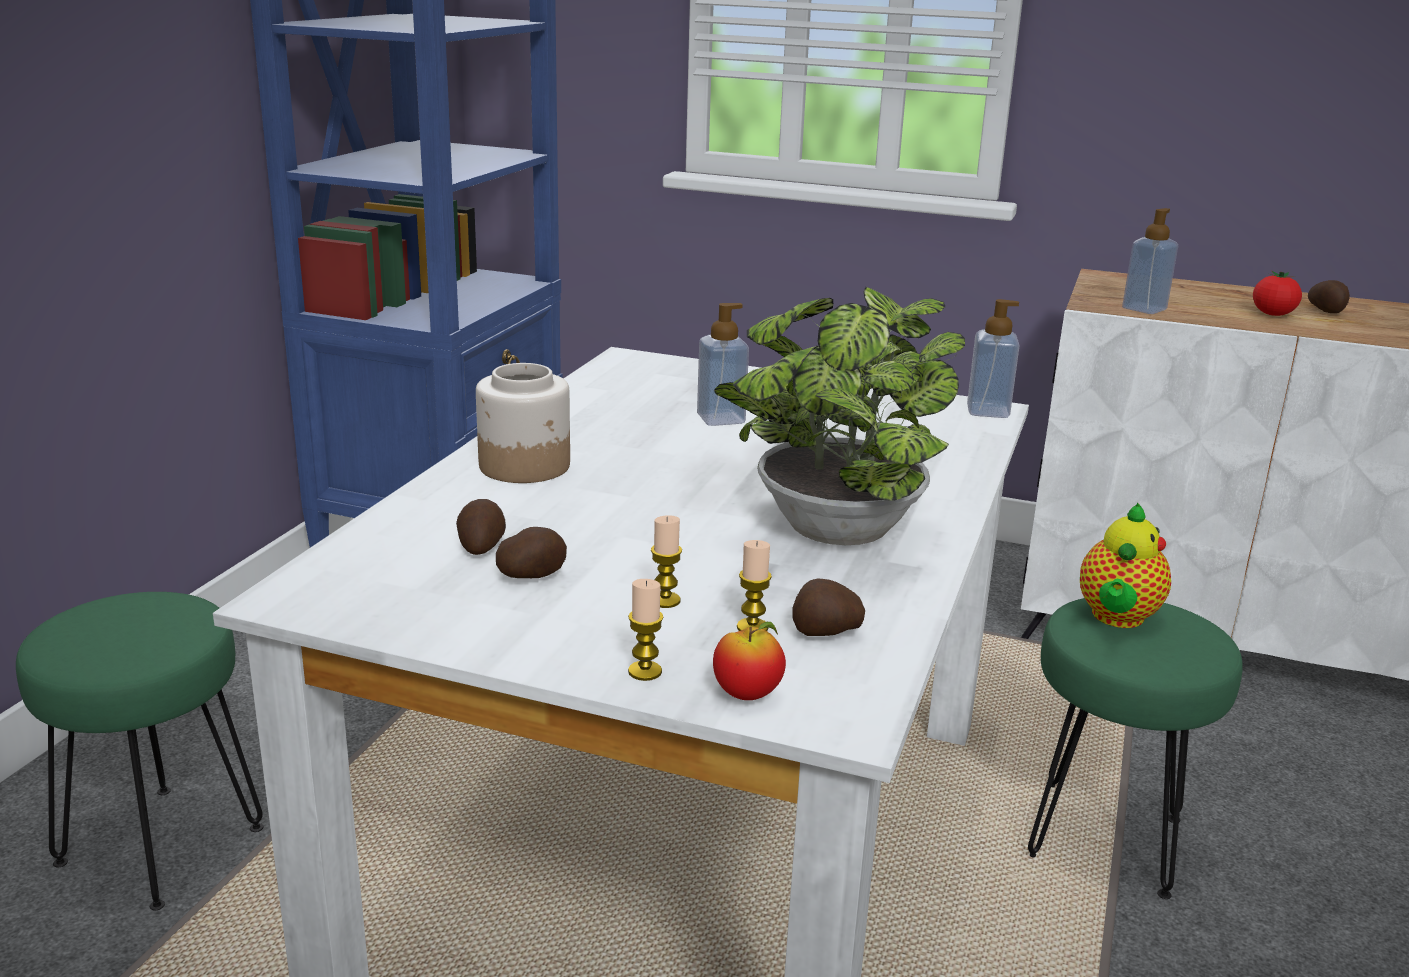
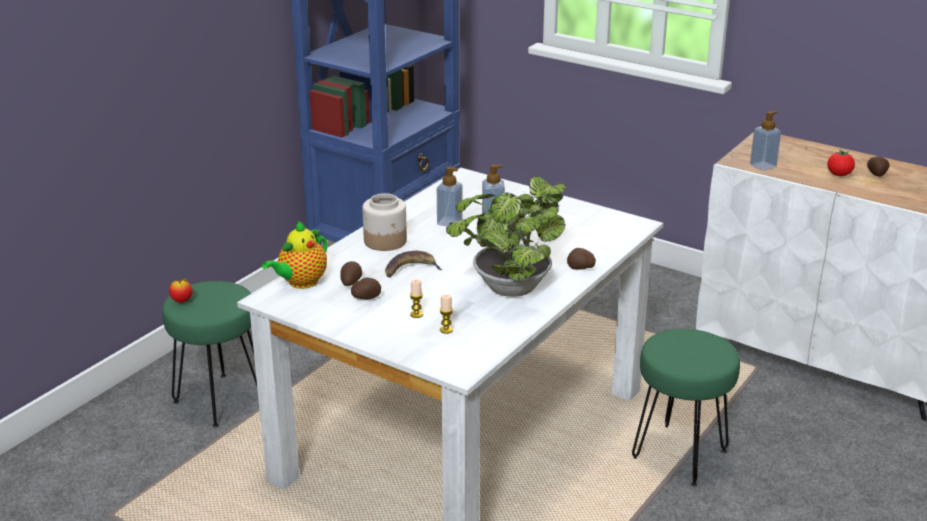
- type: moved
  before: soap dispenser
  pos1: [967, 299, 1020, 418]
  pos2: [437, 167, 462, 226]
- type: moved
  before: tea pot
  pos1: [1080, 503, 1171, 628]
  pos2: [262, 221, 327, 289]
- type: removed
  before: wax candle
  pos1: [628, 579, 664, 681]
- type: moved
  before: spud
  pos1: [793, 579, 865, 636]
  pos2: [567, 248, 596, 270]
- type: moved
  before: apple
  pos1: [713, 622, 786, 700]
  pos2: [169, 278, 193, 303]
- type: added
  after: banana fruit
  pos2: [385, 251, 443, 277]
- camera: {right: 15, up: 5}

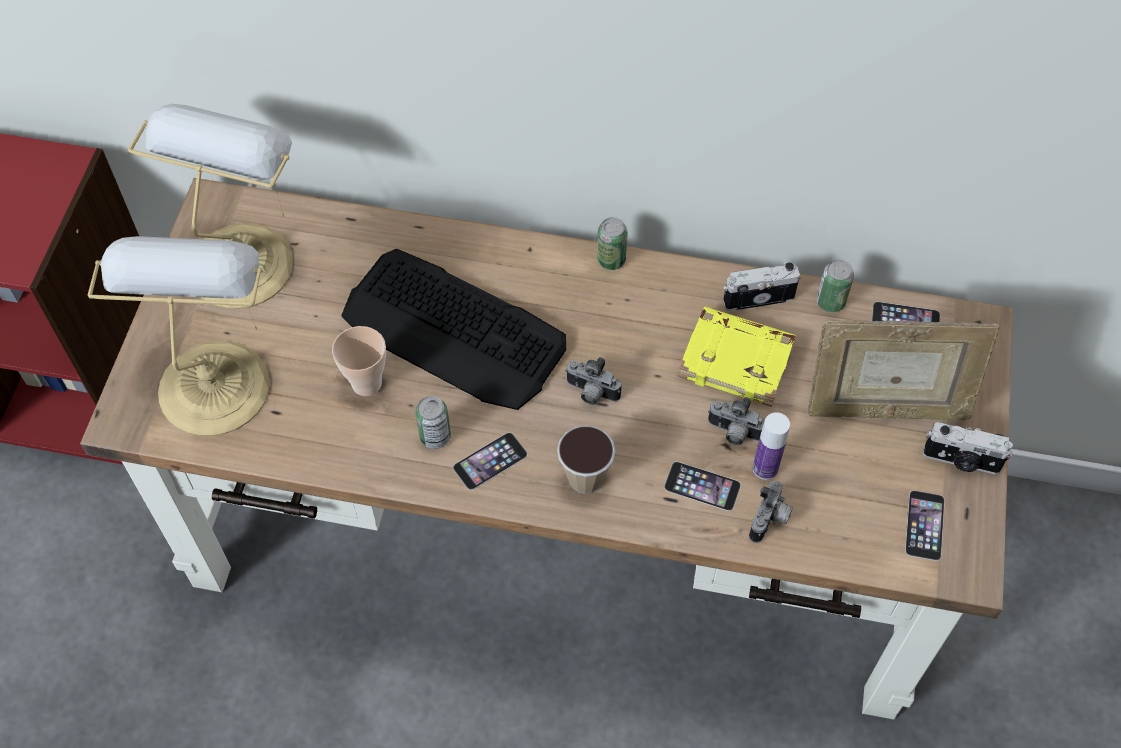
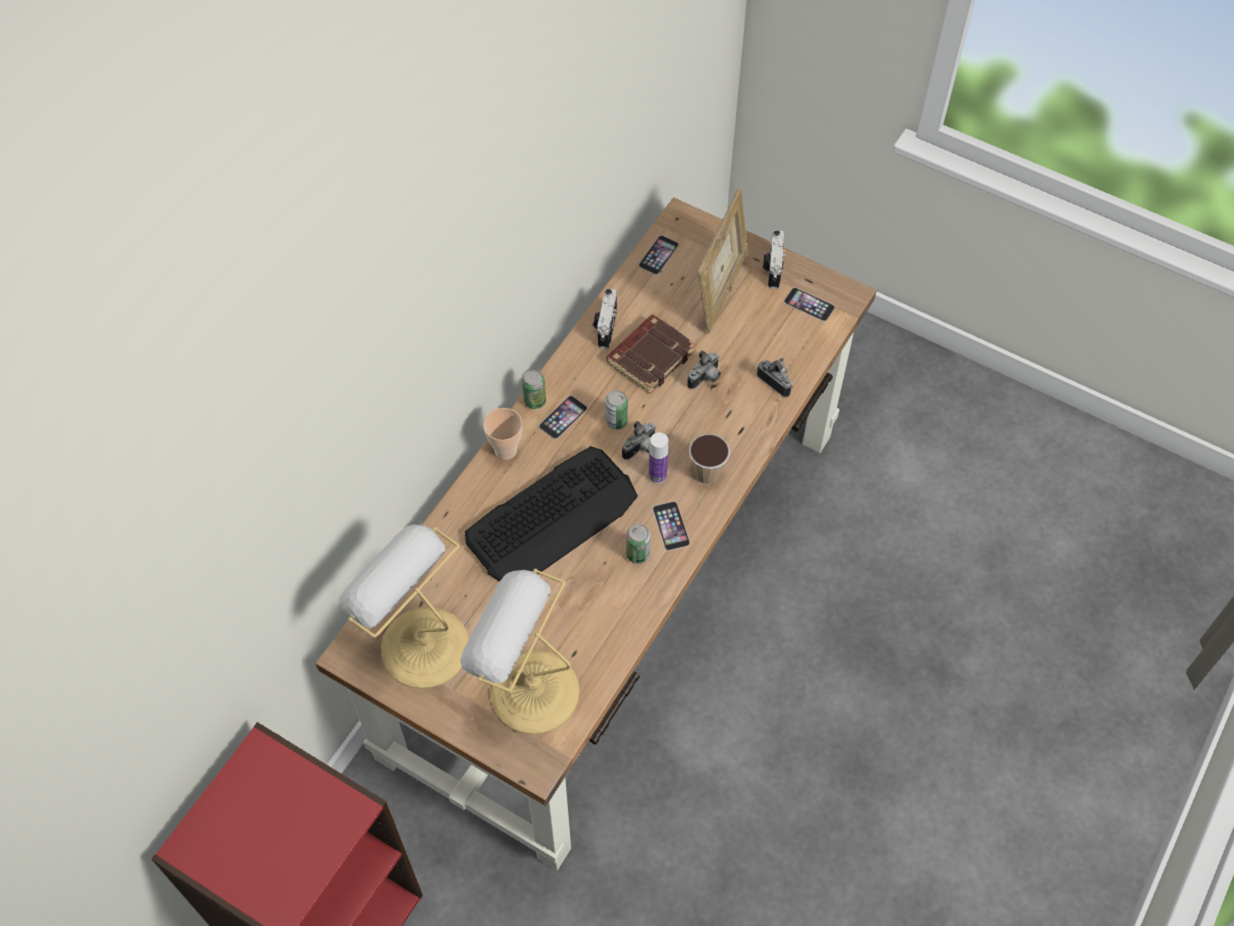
- type: moved
  before: can
  pos1: [817, 259, 854, 312]
  pos2: [605, 390, 628, 430]
- type: recoloured
  before: bound book (yellow-coloured)
  after: bound book (brownish)
  pos1: [678, 307, 796, 407]
  pos2: [606, 315, 696, 394]
- type: moved
  before: drinking cup
  pos1: [332, 326, 386, 396]
  pos2: [483, 408, 523, 460]
- type: moved
  before: beverage bottle
  pos1: [753, 412, 790, 480]
  pos2: [649, 432, 668, 483]
- type: turned
  before: still camera
  pos1: [923, 422, 1013, 475]
  pos2: [763, 230, 786, 289]
  turn: 150
- type: moved
  before: telephone
  pos1: [664, 462, 741, 511]
  pos2: [539, 396, 587, 439]
- camera: {right: -70, up: 0}

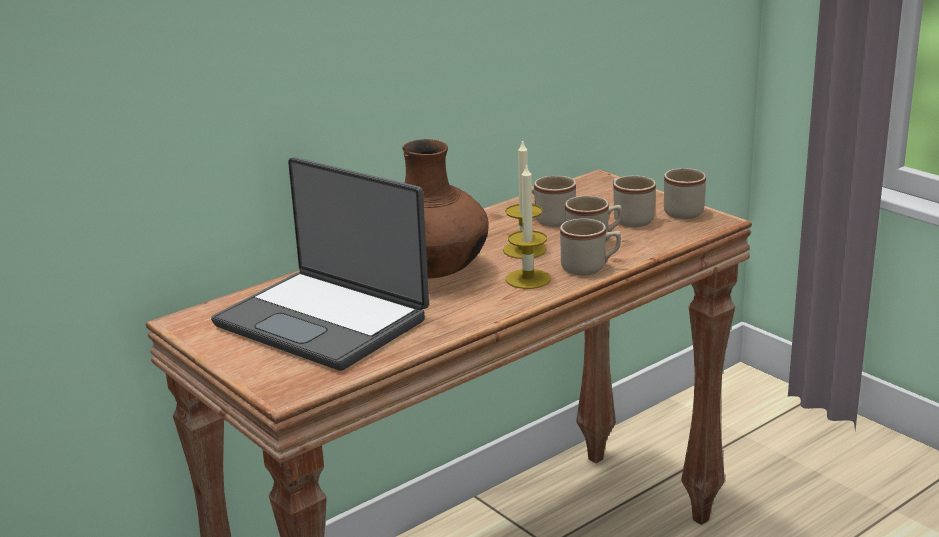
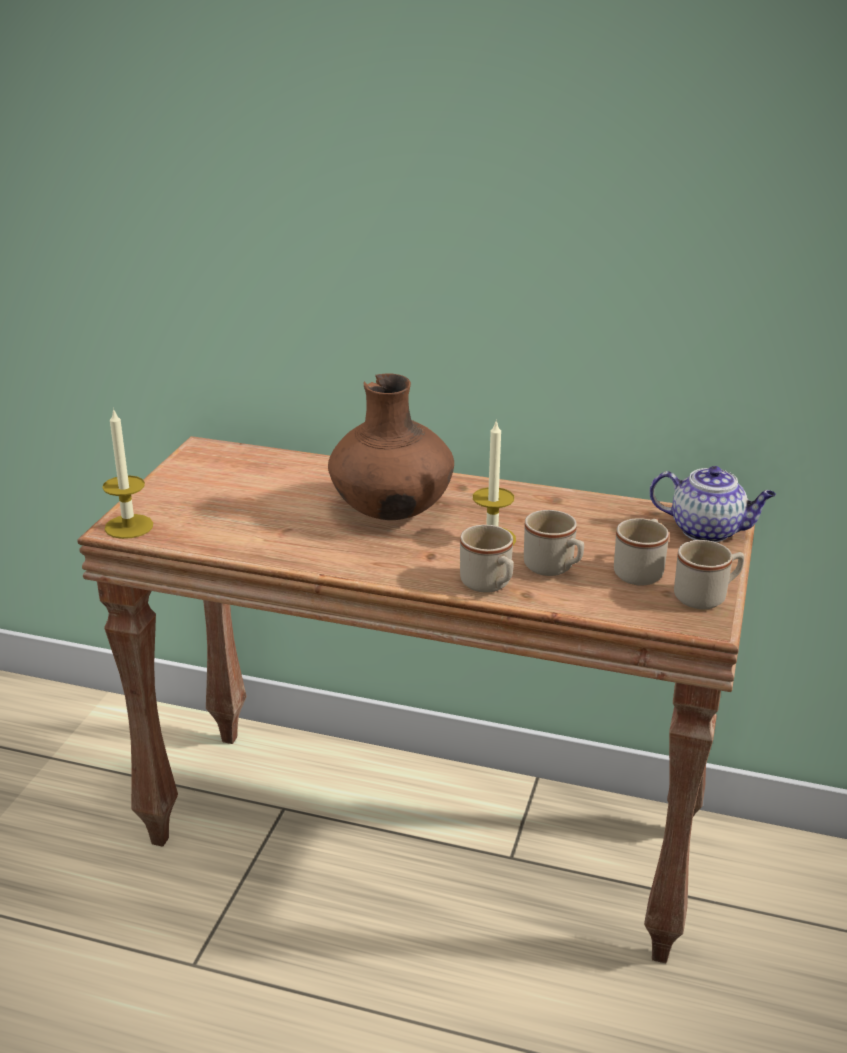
- type: removed
  before: notebook computer
  pos1: [211, 157, 429, 371]
- type: moved
  before: wax candle
  pos1: [506, 163, 551, 289]
  pos2: [102, 408, 153, 539]
- type: removed
  before: tea mug (beige-coloured)
  pos1: [532, 176, 576, 227]
- type: added
  after: tea pot
  pos2: [649, 466, 776, 542]
- camera: {right: 55, up: 5}

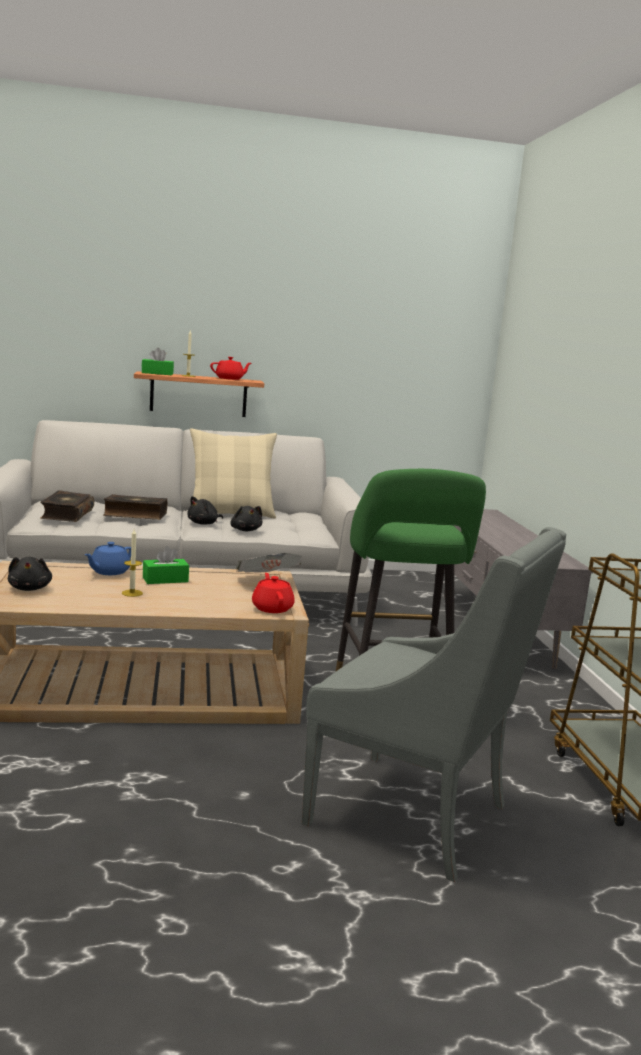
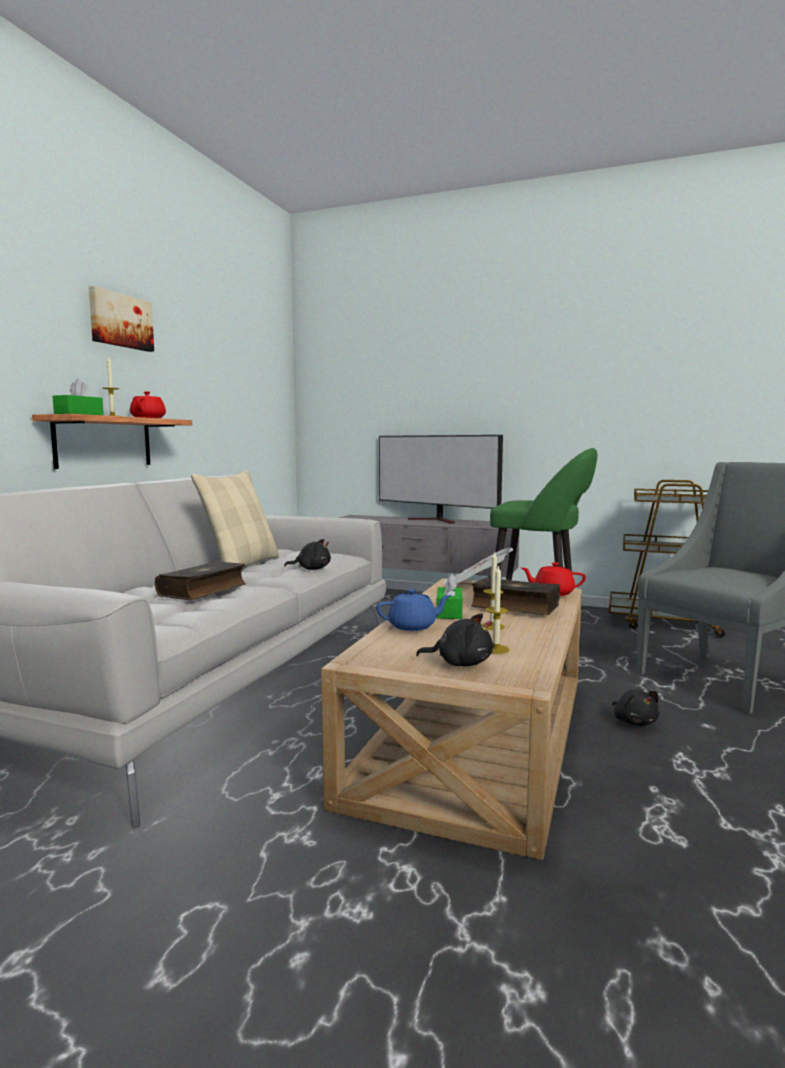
- type: moved
  before: bound book
  pos1: [40, 490, 94, 522]
  pos2: [471, 578, 560, 615]
- type: moved
  before: soft toy (black-coloured)
  pos1: [187, 496, 223, 525]
  pos2: [612, 690, 660, 726]
- type: turned
  before: tea pot (blue)
  pos1: [84, 542, 131, 575]
  pos2: [376, 589, 451, 631]
  turn: -75
- type: added
  after: picture
  pos2: [89, 286, 154, 352]
- type: added
  after: TV
  pos2: [379, 435, 503, 524]
- type: added
  after: wax candle
  pos2: [486, 566, 509, 654]
- camera: {right: -60, up: -5}

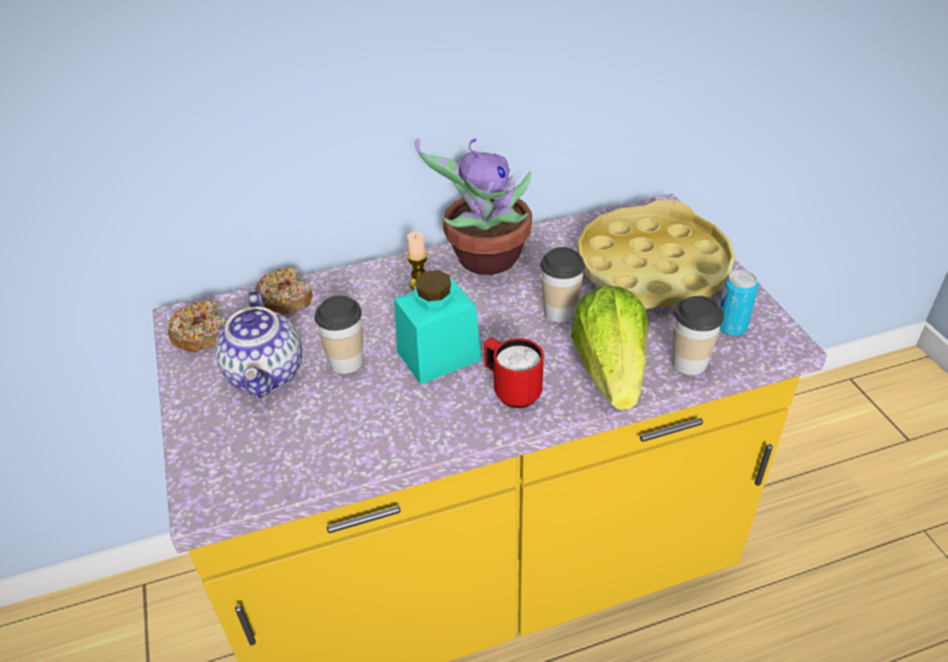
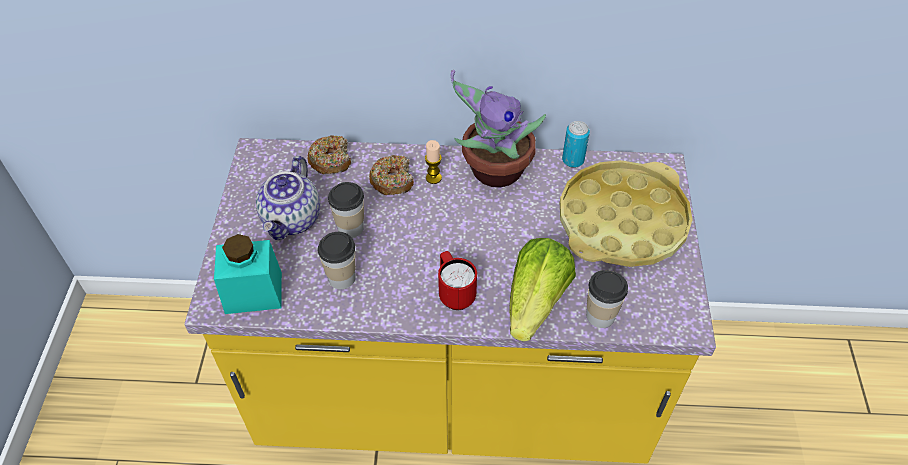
- type: moved
  before: drinking cup
  pos1: [540, 247, 585, 322]
  pos2: [318, 232, 356, 289]
- type: moved
  before: storage jar (blue-green)
  pos1: [394, 270, 481, 385]
  pos2: [214, 234, 282, 314]
- type: moved
  before: can
  pos1: [720, 270, 758, 336]
  pos2: [562, 121, 590, 168]
- type: moved
  before: donut
  pos1: [168, 300, 227, 352]
  pos2: [369, 155, 414, 195]
- camera: {right: 20, up: 10}

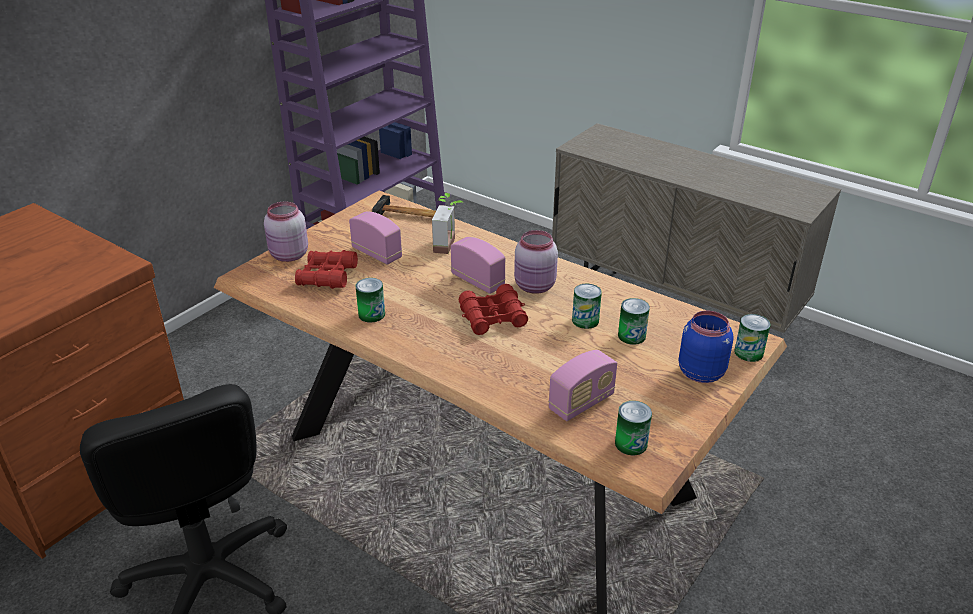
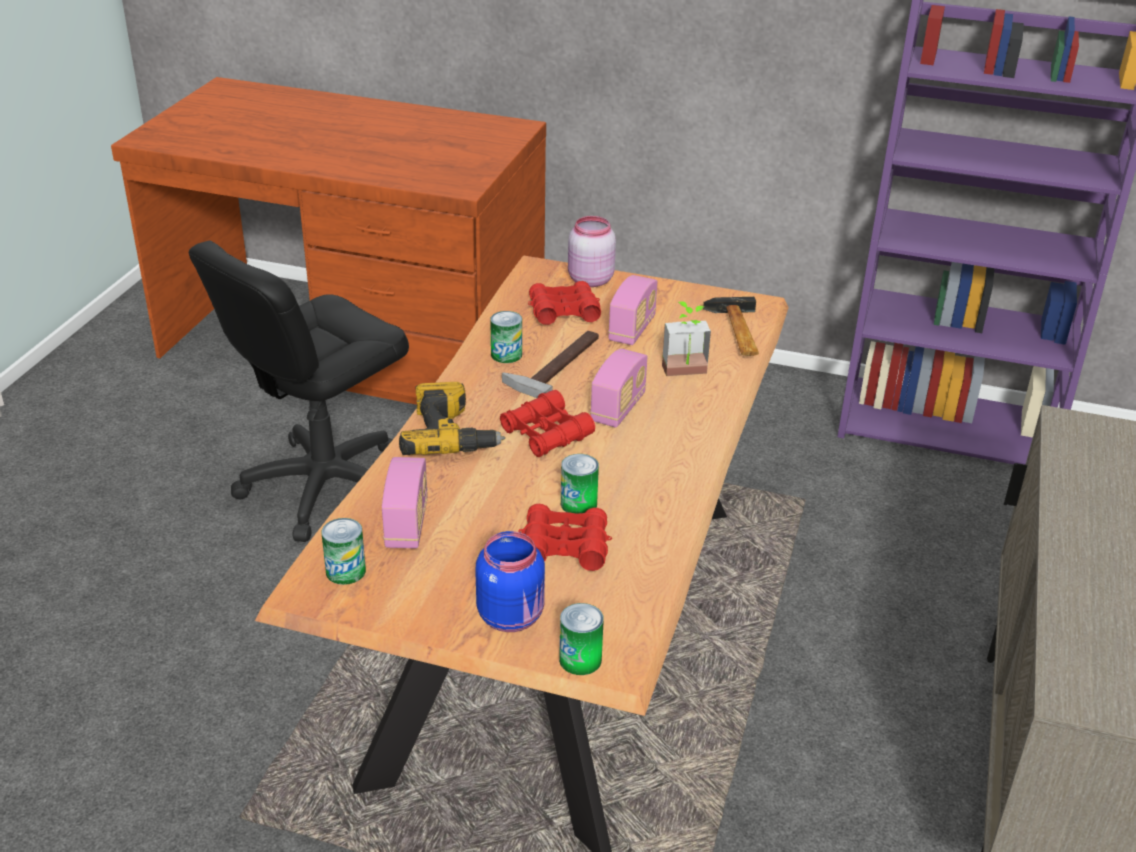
- type: removed
  before: storage jar (pinkish)
  pos1: [514, 230, 558, 294]
- type: replaced
  before: can
  after: pair of binoculars (red-coloured)
  pos1: [618, 298, 650, 345]
  pos2: [518, 504, 612, 571]
- type: turned
  before: radio receiver
  pos1: [548, 350, 617, 421]
  pos2: [382, 457, 428, 548]
  turn: -120
- type: added
  after: tool hammer
  pos2: [502, 331, 599, 398]
- type: added
  after: power drill
  pos2: [399, 382, 505, 455]
- camera: {right: 70, up: 0}

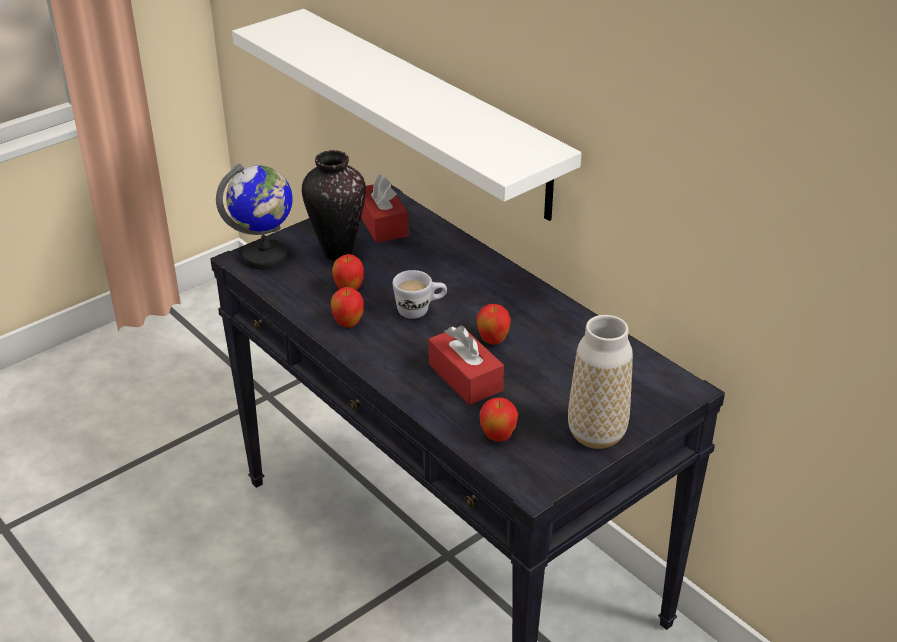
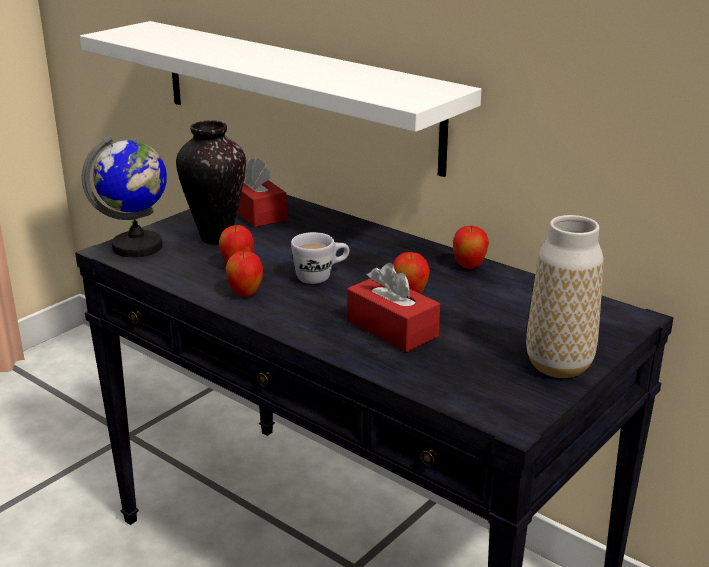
- type: moved
  before: apple
  pos1: [479, 397, 518, 442]
  pos2: [453, 225, 489, 269]
- camera: {right: -10, up: -10}

